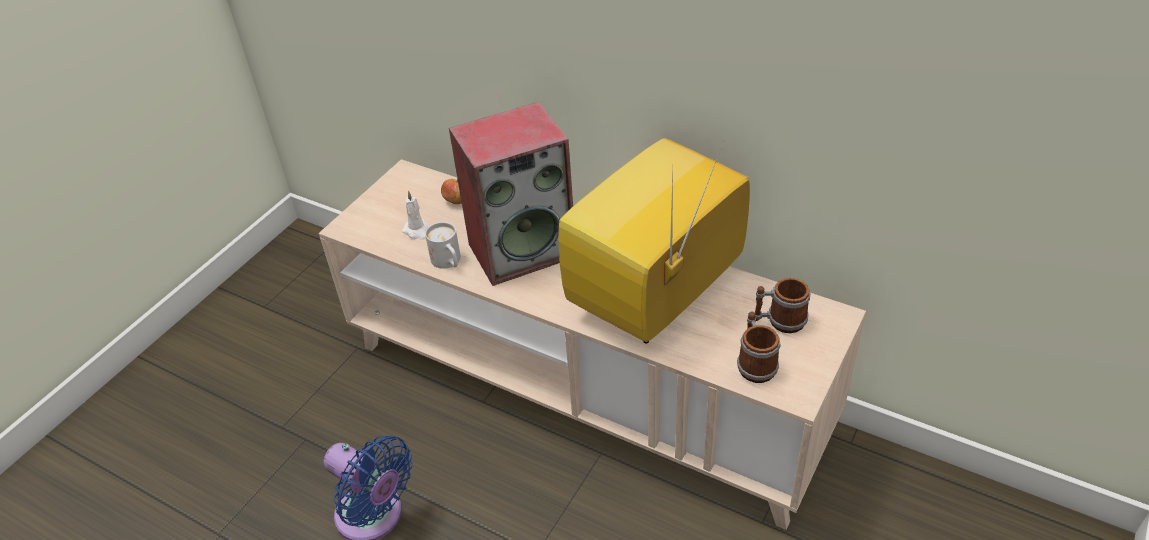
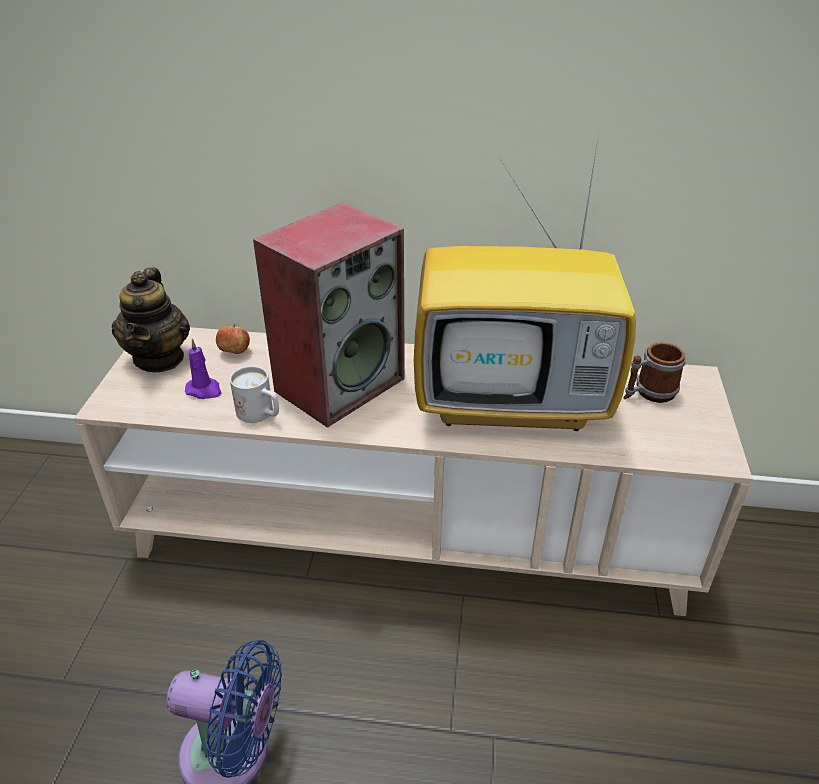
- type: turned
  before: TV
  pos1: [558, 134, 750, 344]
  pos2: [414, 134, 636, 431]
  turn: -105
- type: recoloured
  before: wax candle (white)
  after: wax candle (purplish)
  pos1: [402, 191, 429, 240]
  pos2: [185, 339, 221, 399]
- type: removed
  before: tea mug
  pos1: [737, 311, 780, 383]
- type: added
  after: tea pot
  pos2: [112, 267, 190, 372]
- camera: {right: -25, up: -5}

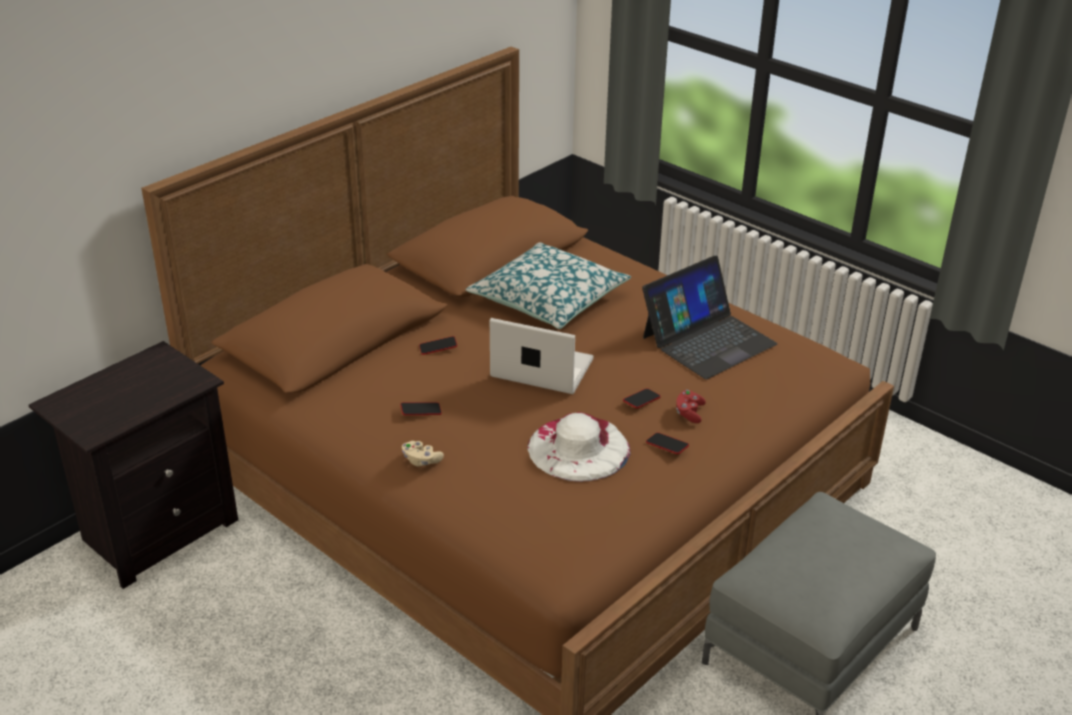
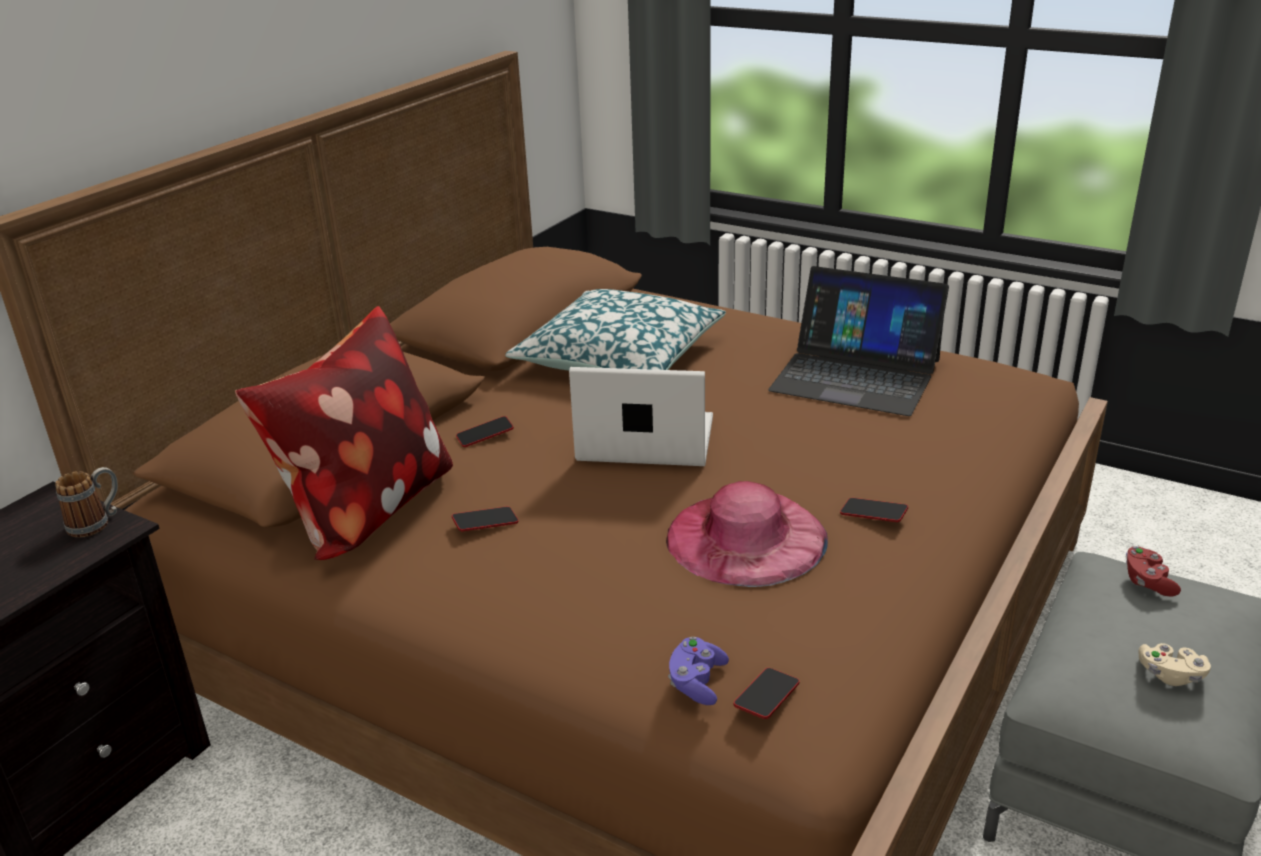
- type: turned
  before: notebook computer
  pos1: [642, 256, 777, 379]
  pos2: [768, 266, 949, 416]
  turn: 75
- type: moved
  before: telephone
  pos1: [623, 388, 661, 408]
  pos2: [733, 668, 799, 719]
- type: moved
  before: game controller (red-coloured)
  pos1: [676, 390, 706, 423]
  pos2: [1125, 546, 1181, 596]
- type: recoloured
  before: wearable hat (white)
  after: wearable hat (pinkish)
  pos1: [527, 412, 630, 482]
  pos2: [666, 481, 828, 587]
- type: moved
  before: game controller (beige-coloured)
  pos1: [402, 441, 444, 467]
  pos2: [1139, 643, 1211, 686]
- type: added
  after: pillow
  pos2: [235, 306, 453, 560]
- type: added
  after: tea mug
  pos2: [55, 467, 118, 538]
- type: added
  after: game controller (purplish)
  pos2: [668, 637, 729, 705]
- camera: {right: -10, up: -5}

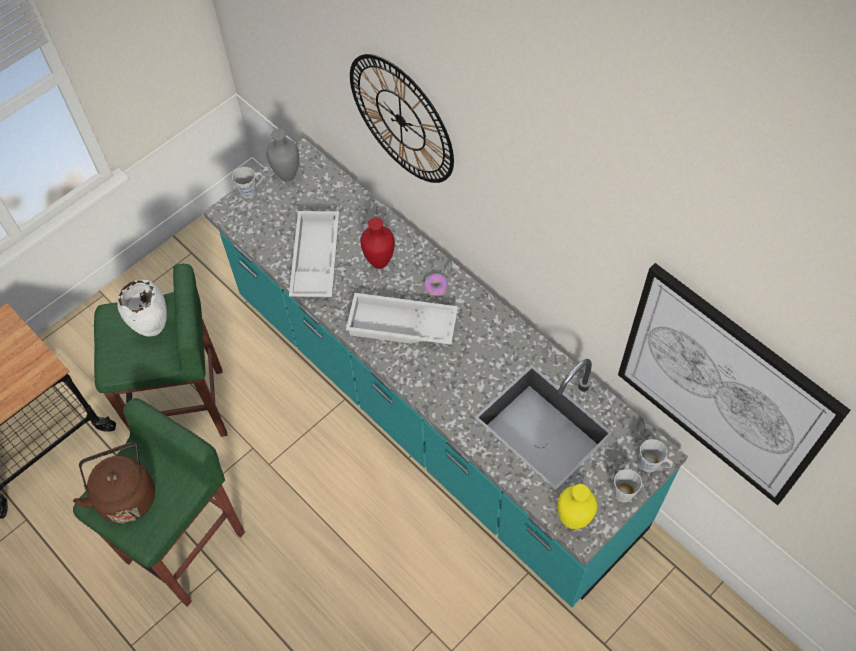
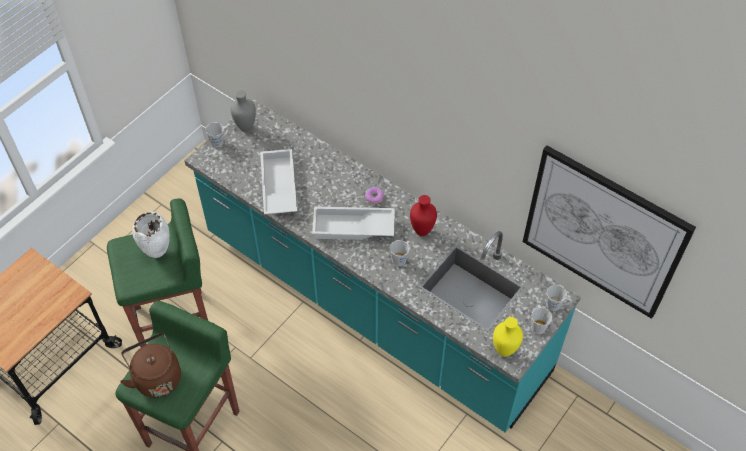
- type: removed
  before: clock on the wall
  pos1: [350, 54, 454, 183]
- type: moved
  before: flower vase (red-coloured)
  pos1: [361, 217, 395, 269]
  pos2: [410, 195, 437, 236]
- type: added
  after: tea mug (grey)
  pos2: [390, 240, 411, 266]
- camera: {right: -10, up: -5}

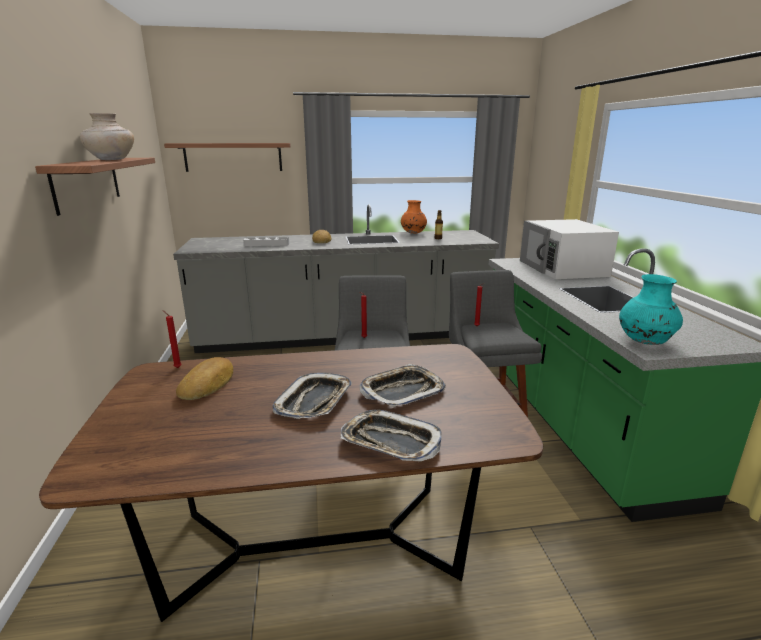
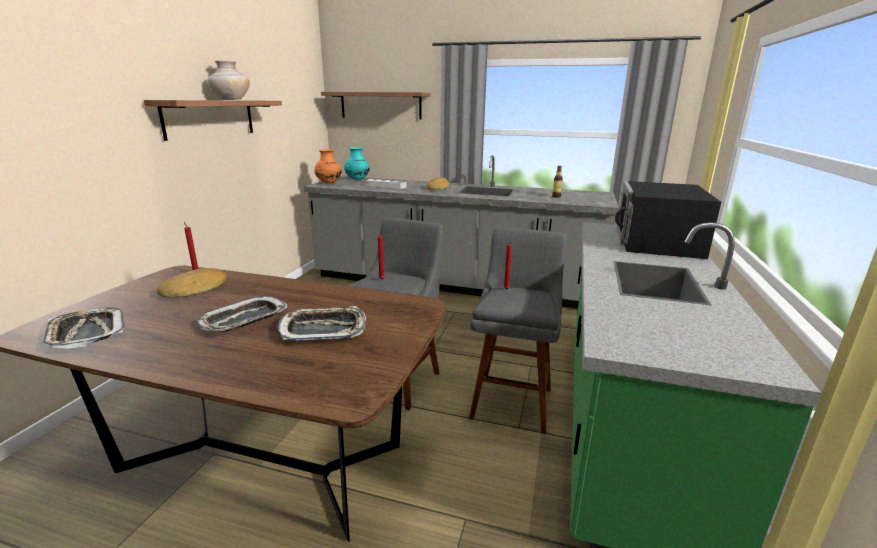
- type: moved
  before: flower vase (orange)
  pos1: [401, 200, 427, 234]
  pos2: [314, 149, 342, 183]
- type: recoloured
  before: microwave (white)
  after: microwave (black-coloured)
  pos1: [520, 219, 619, 279]
  pos2: [615, 181, 721, 259]
- type: moved
  before: flower vase (blue-green)
  pos1: [619, 274, 683, 345]
  pos2: [344, 147, 370, 180]
- type: moved
  before: carrying tray
  pos1: [341, 410, 442, 461]
  pos2: [43, 307, 125, 349]
- camera: {right: 25, up: 0}

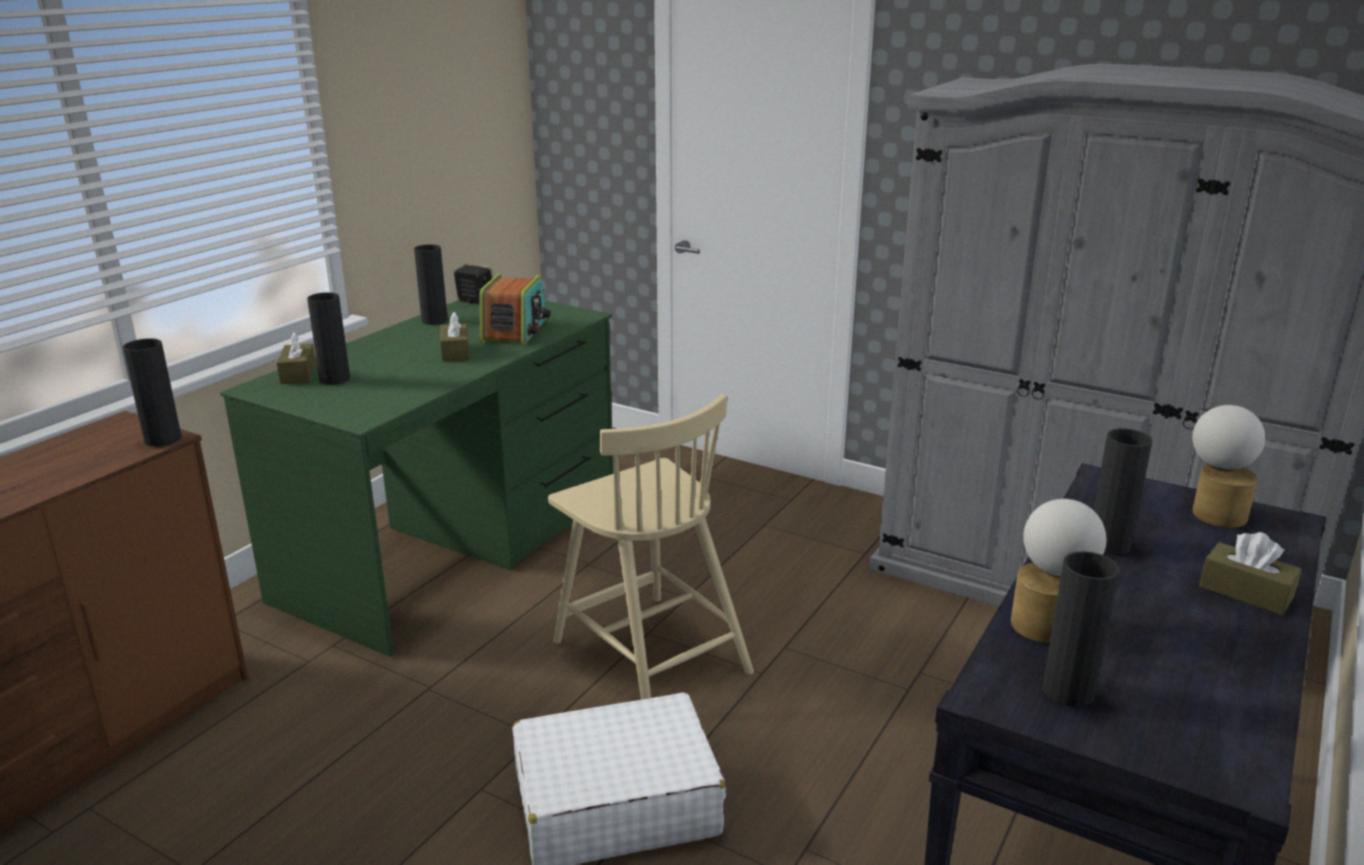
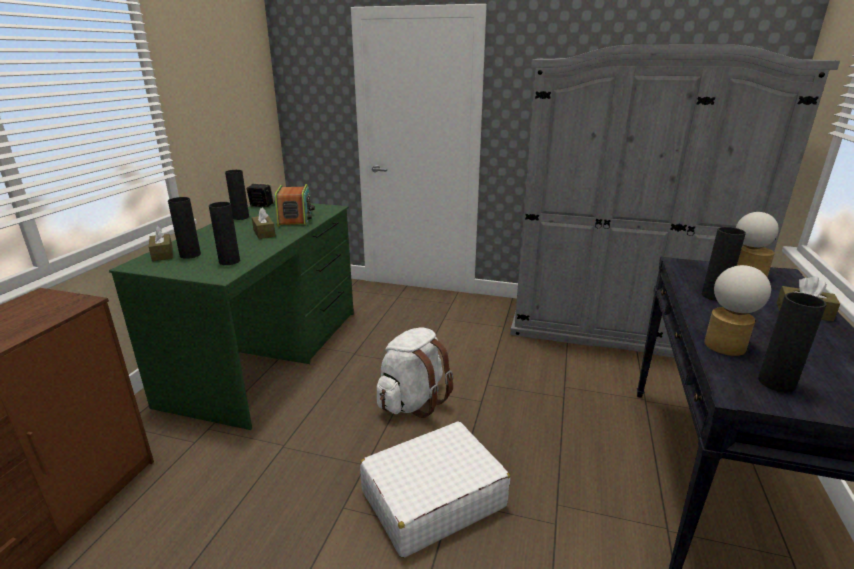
- type: moved
  before: flower vase (black-coloured)
  pos1: [123, 338, 182, 447]
  pos2: [209, 202, 240, 265]
- type: replaced
  before: plain chair (beige-coloured)
  after: knapsack (white)
  pos1: [548, 394, 754, 700]
  pos2: [377, 327, 453, 418]
- camera: {right: -15, up: 0}

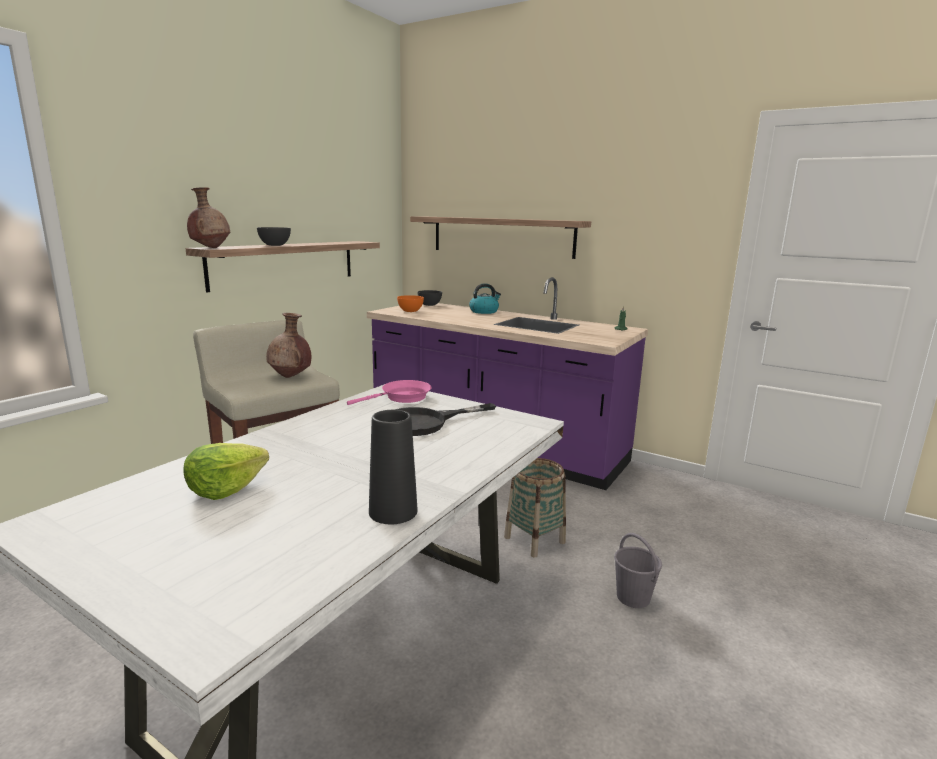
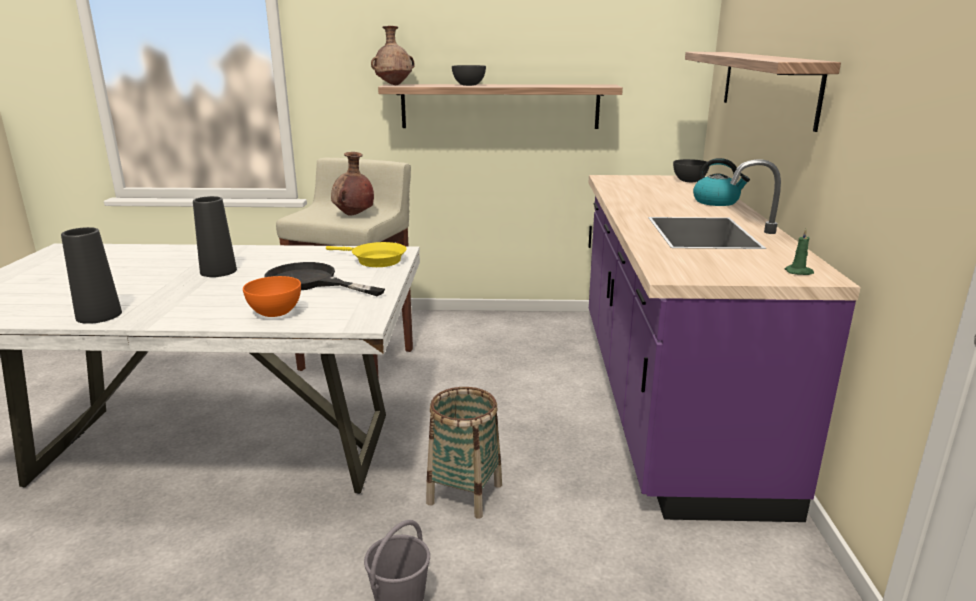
- type: moved
  before: serving bowl (orange)
  pos1: [397, 295, 424, 312]
  pos2: [243, 276, 301, 317]
- type: recoloured
  before: frying pan (pinkish)
  after: frying pan (yellow-coloured)
  pos1: [347, 380, 432, 405]
  pos2: [326, 242, 407, 267]
- type: removed
  before: lettuce head
  pos1: [183, 443, 269, 500]
- type: added
  after: flower vase (black-coloured)
  pos2: [193, 196, 237, 277]
- camera: {right: 60, up: 5}

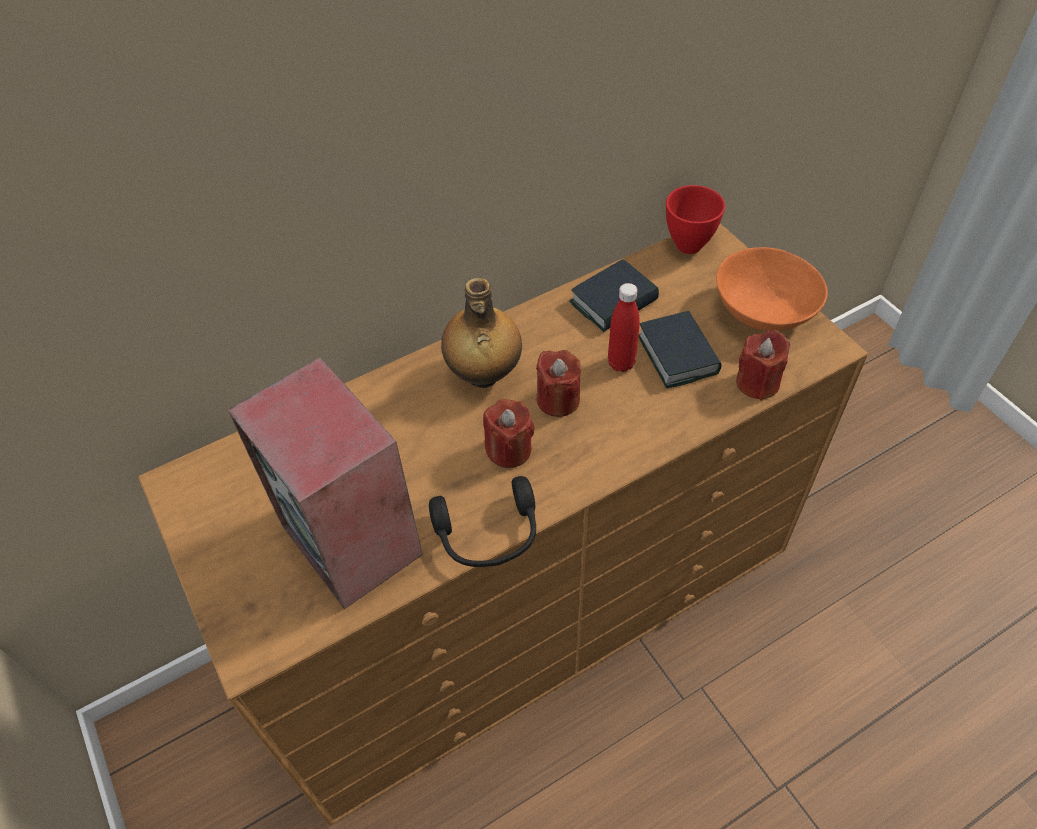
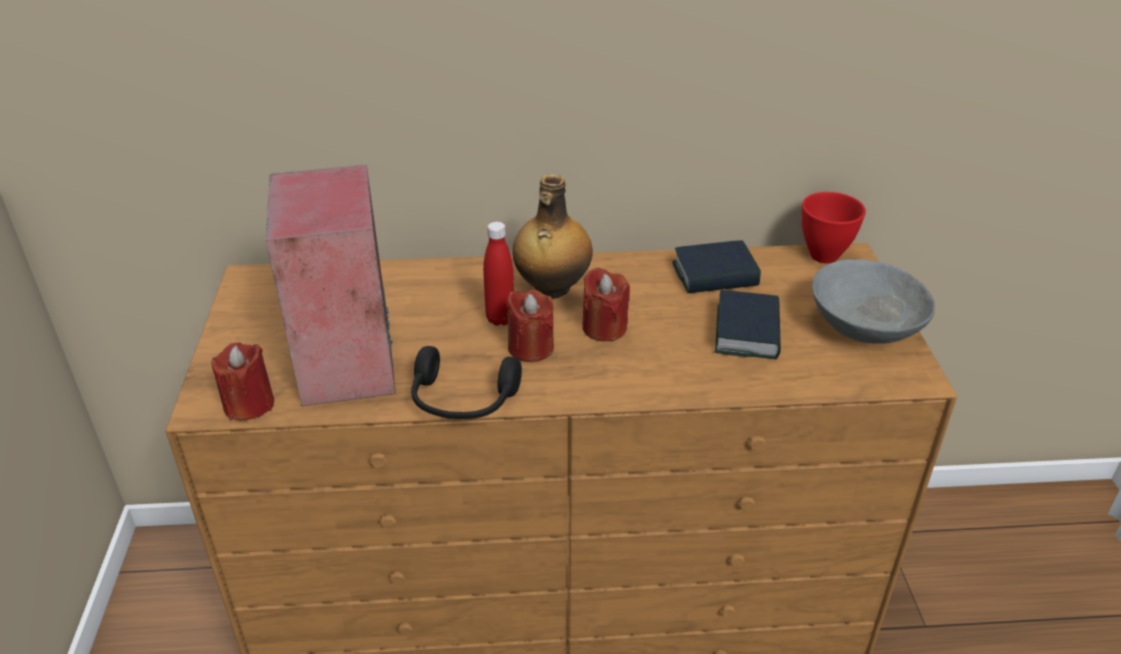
- type: recoloured
  before: serving bowl (orange)
  after: serving bowl (grey)
  pos1: [716, 247, 828, 331]
  pos2: [812, 259, 935, 344]
- type: moved
  before: beverage bottle (red-coloured)
  pos1: [608, 283, 640, 372]
  pos2: [483, 222, 514, 326]
- type: moved
  before: wax candle (red-coloured)
  pos1: [736, 330, 790, 401]
  pos2: [211, 343, 274, 420]
- camera: {right: 25, up: -15}

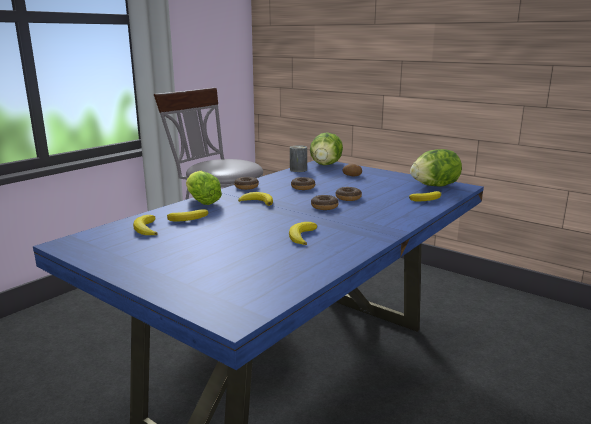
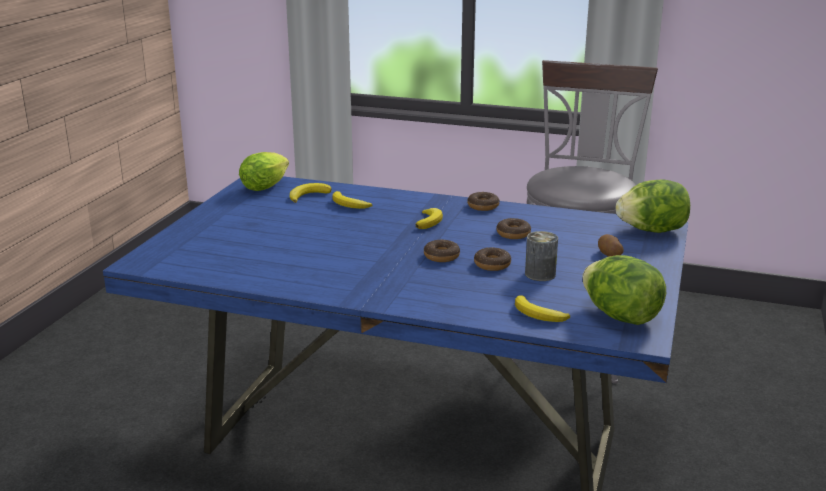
- type: moved
  before: can
  pos1: [290, 145, 307, 172]
  pos2: [525, 231, 558, 281]
- type: moved
  before: lettuce head
  pos1: [186, 171, 222, 205]
  pos2: [239, 152, 289, 191]
- type: removed
  before: banana fruit
  pos1: [289, 222, 317, 245]
- camera: {right: 70, up: 5}

